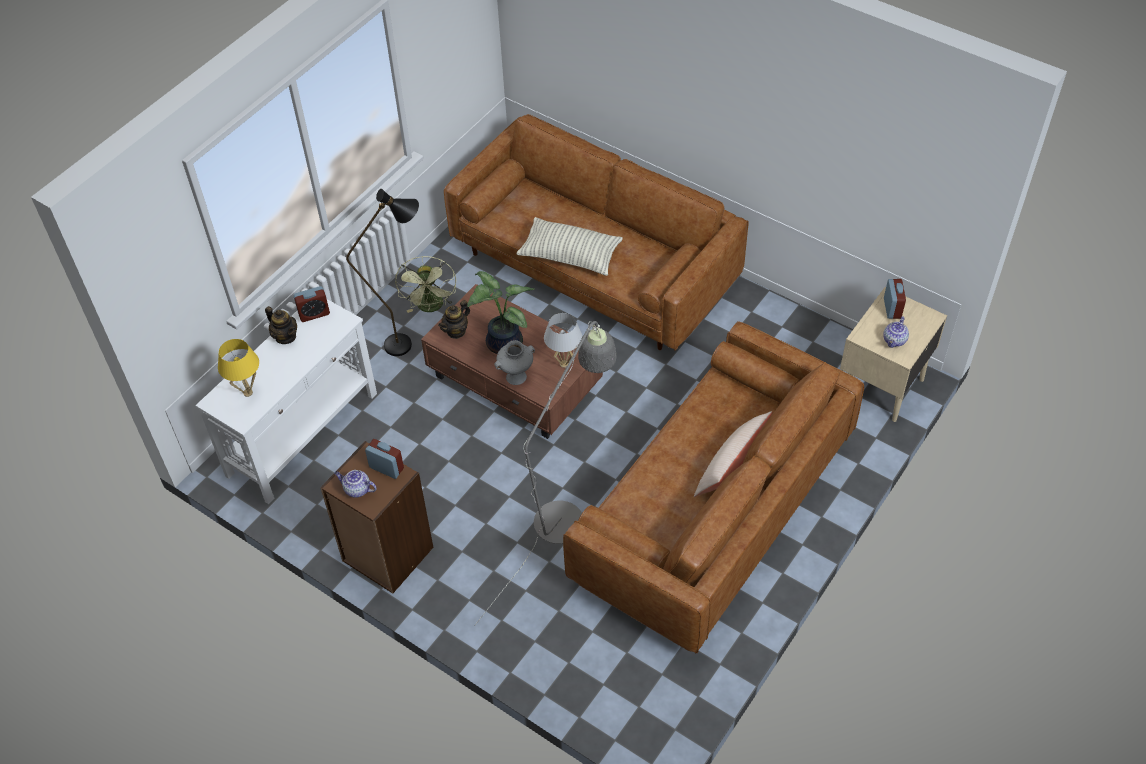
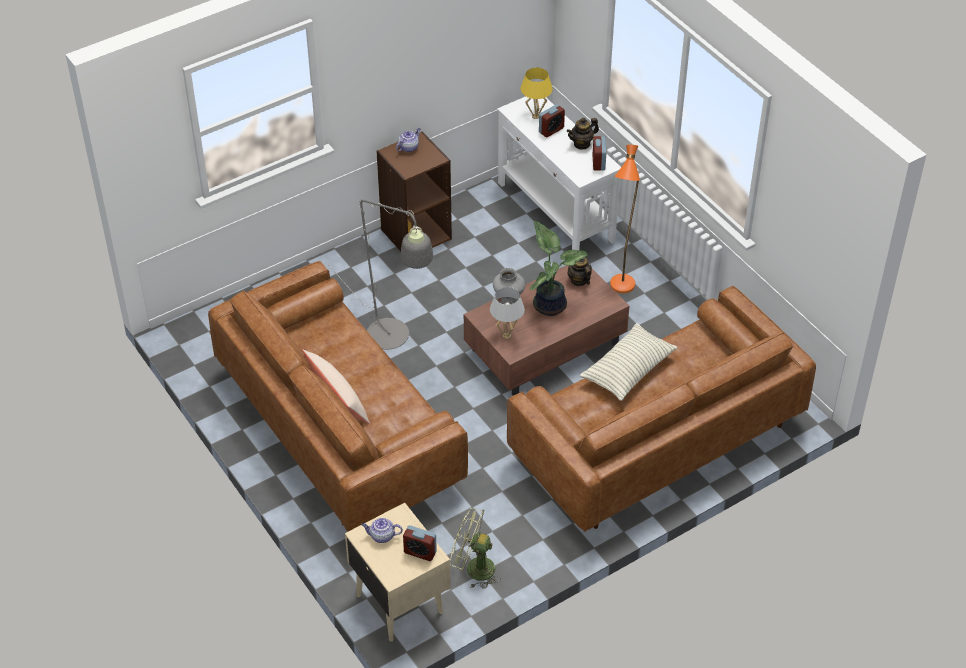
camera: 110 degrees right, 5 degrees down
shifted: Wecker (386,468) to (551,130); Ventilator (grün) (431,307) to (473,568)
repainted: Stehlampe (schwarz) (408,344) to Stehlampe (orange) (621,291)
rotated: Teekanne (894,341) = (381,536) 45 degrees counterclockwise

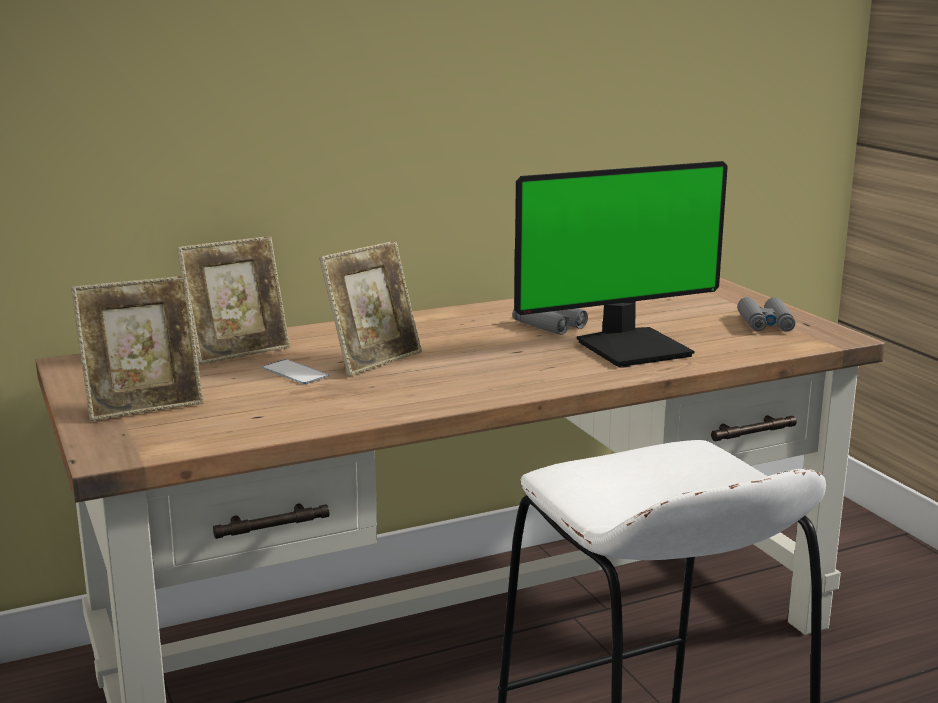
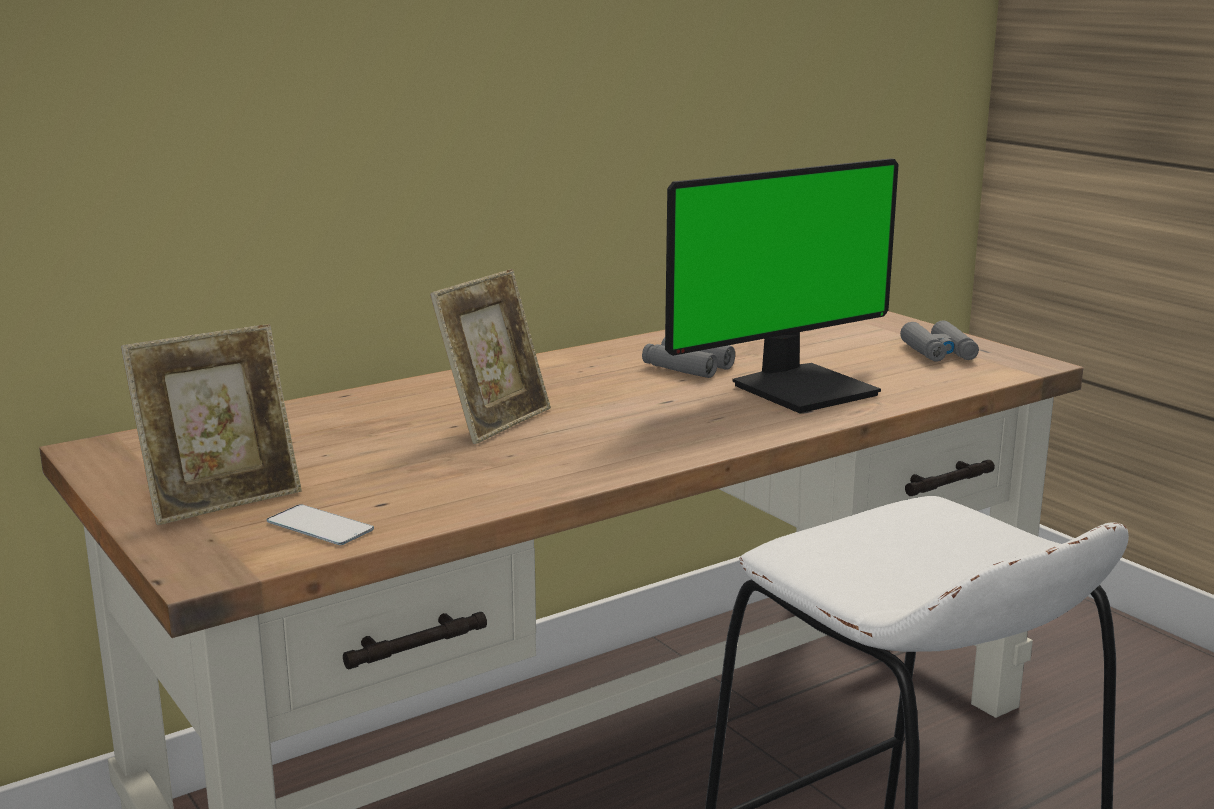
camera: 10 degrees left, 0 degrees up
gone: Bilderrahmen (238,351)
shifted: Handy (294,372) to (319,526)

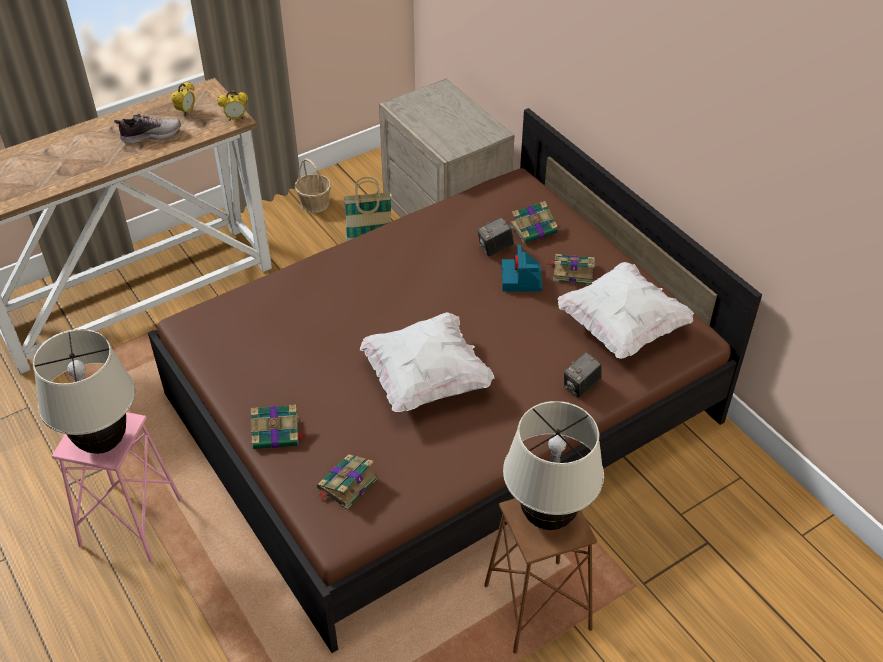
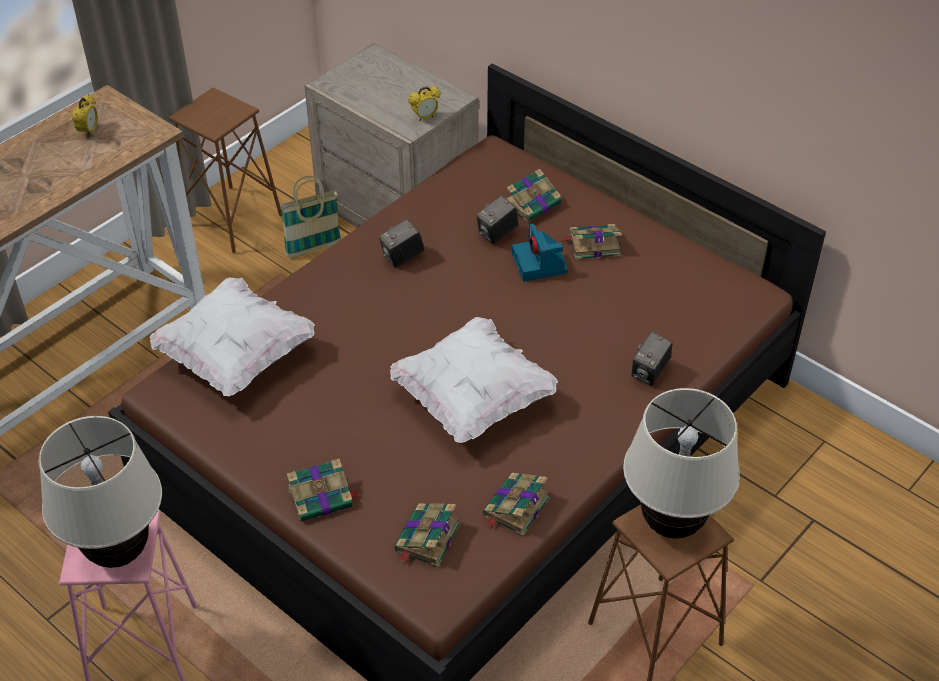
camera: 15 degrees left, 0 degrees up
gone: Schuh (150,135)
new: Kamera (402,257); Buch (515,508)
shifted: Wecker (235,118) to (425,117); Kissen (weiß) (621,327) to (236,356)
swapped: Korb (314,203) to Hocker (braun) (232,219)

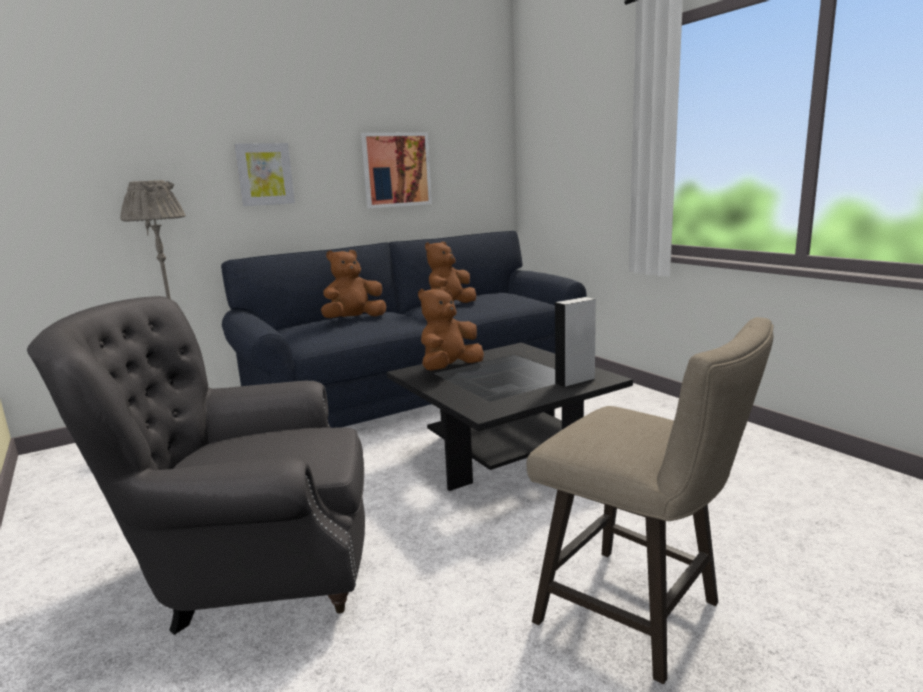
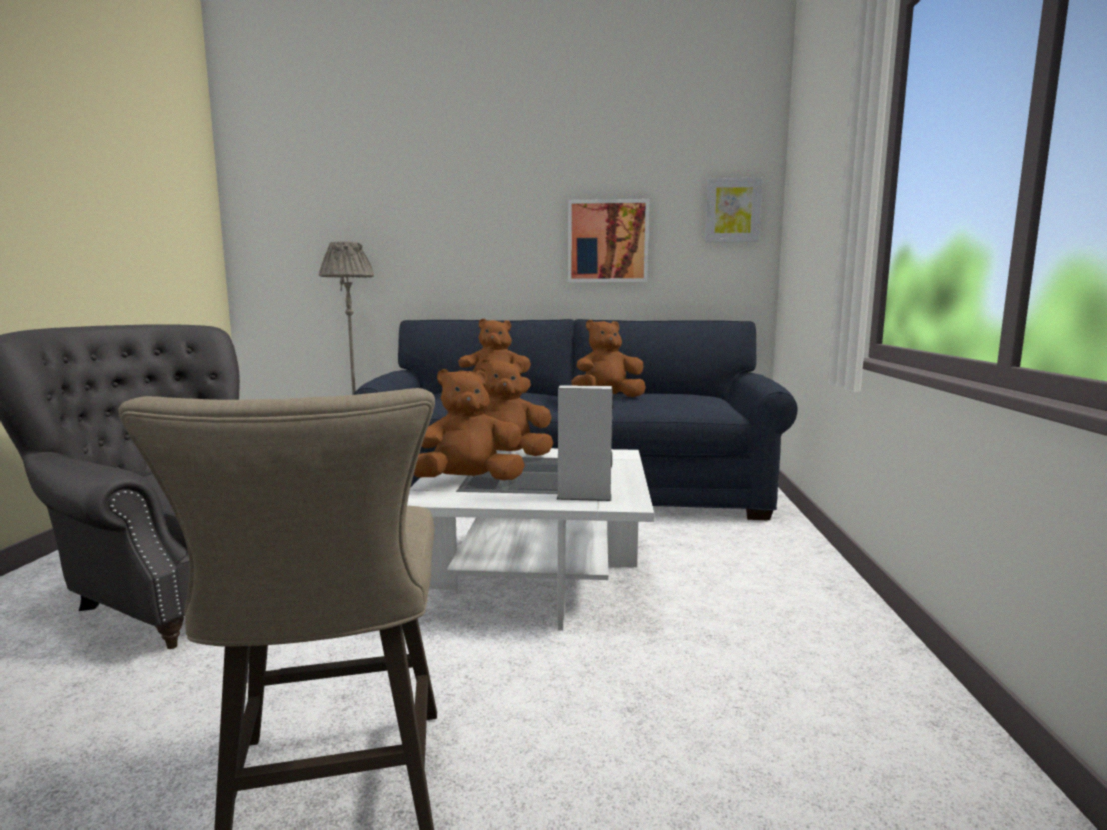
camera: 35 degrees right, 5 degrees down
new: Plüschtier (braun) (468,482)
shifted: Bild (264,174) to (732,210)
repainted: Couchtisch (schwarz) (506,455) to Couchtisch (weiß) (535,576)

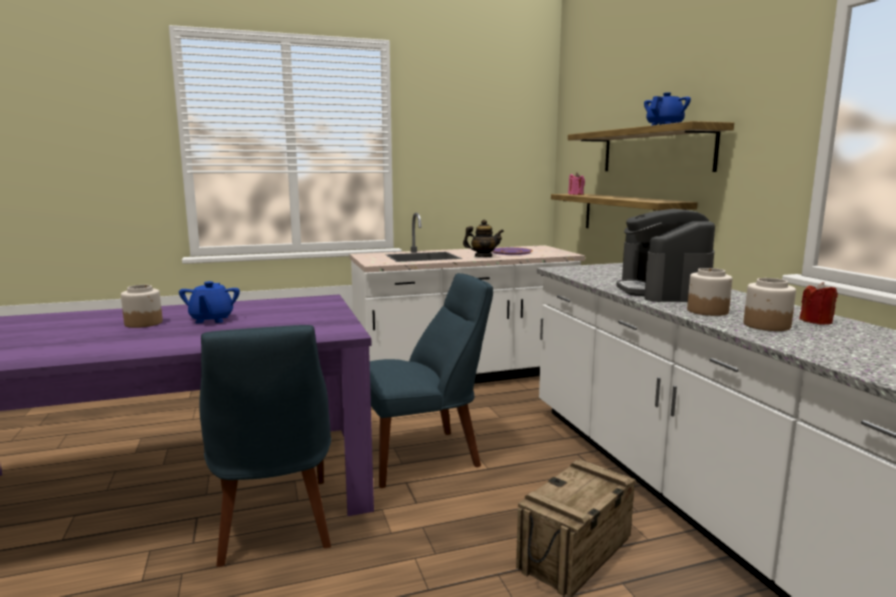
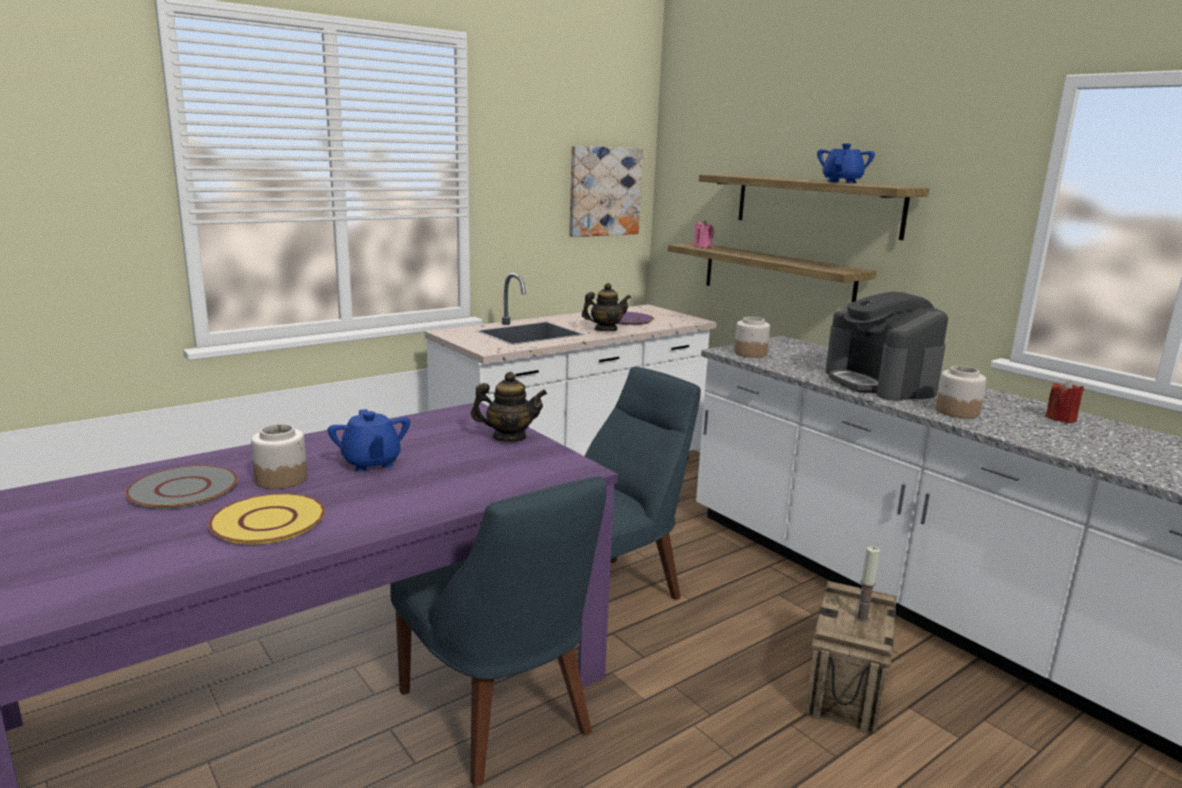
camera: 20 degrees left, 5 degrees up
new: Teller (grau) (182,489); Teller (gelb) (268,520); Teekanne (509,437); Bild (604,191); Kerze (862,618)
shifted: Vorratsglas (766,325) to (750,353)

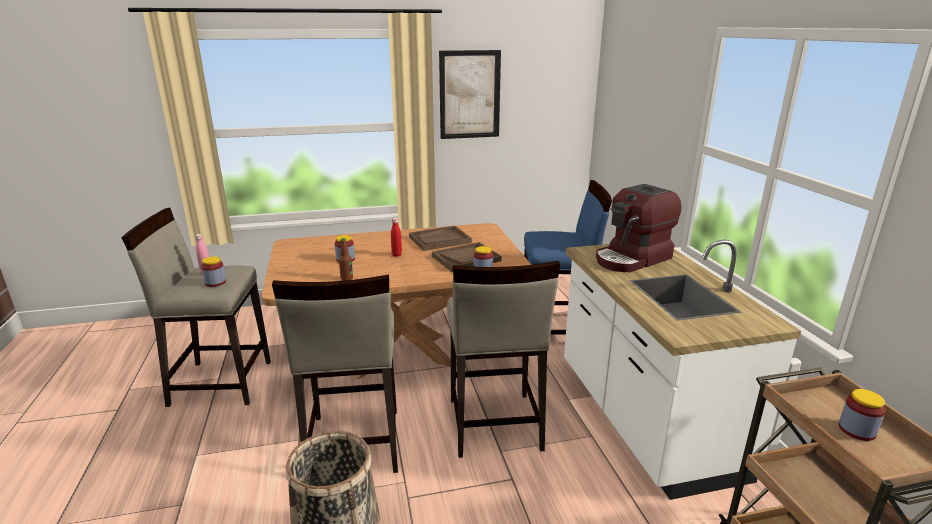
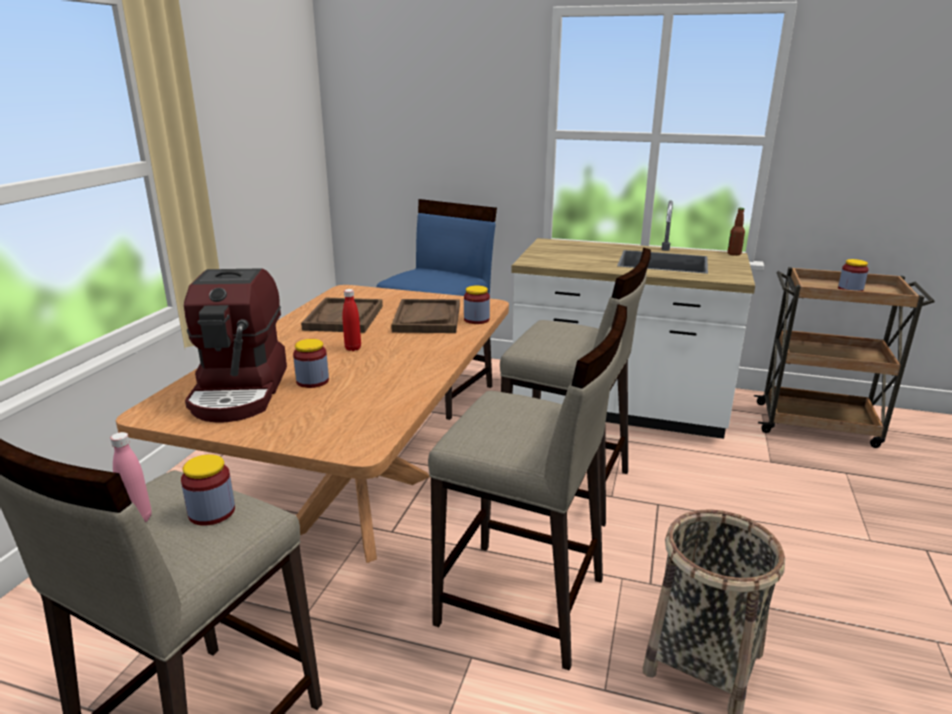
camera: 60 degrees left, 0 degrees up
gone: Bild (469,95)
shifted: Flasche (346,278) to (734,254); Kaffeemaschine (633,259) to (241,391)

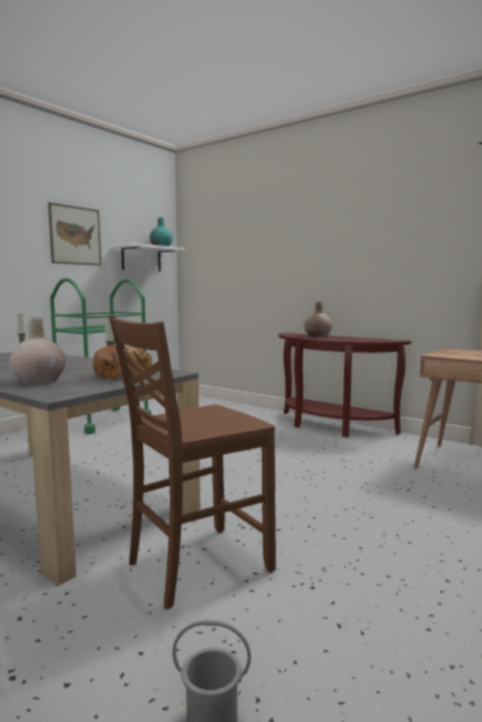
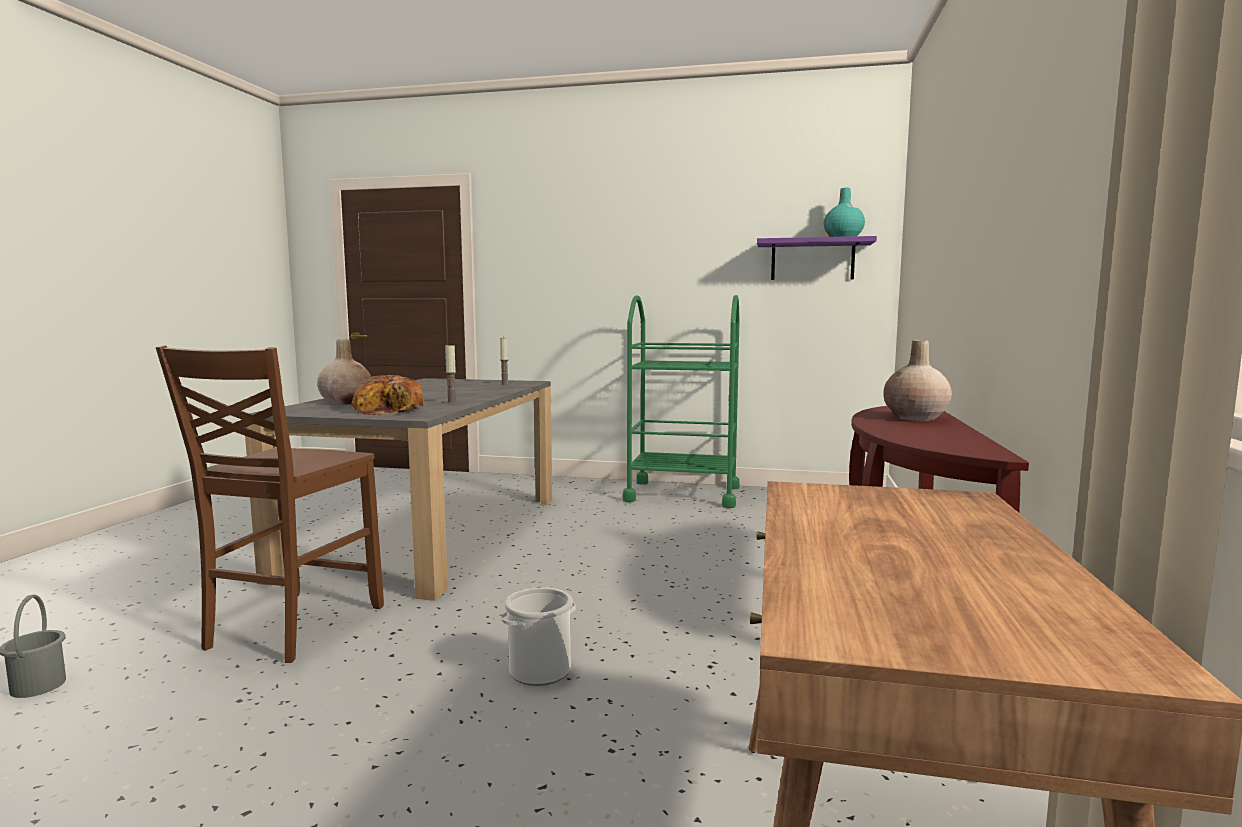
camera: 65 degrees right, 0 degrees up
gone: Bild (75,235)
new: Eimer (539,671)
repainted: Wandregal (weiß) (141,258) to Wandregal (lila) (812,260)
rotated: Stuhl (braun) (196,566) = (291,628) 105 degrees counterclockwise

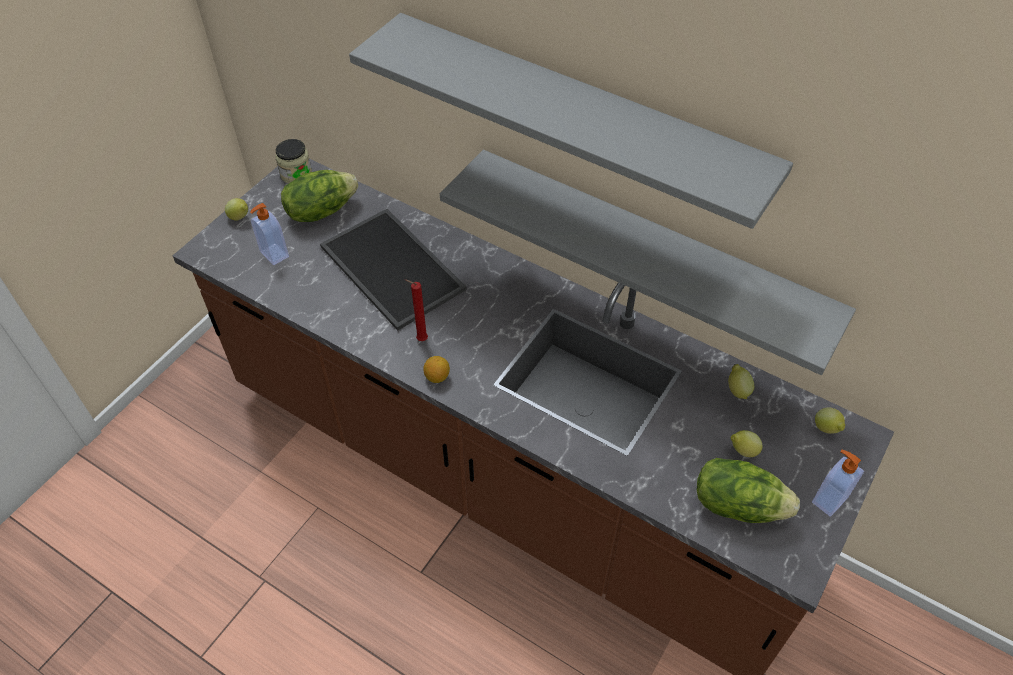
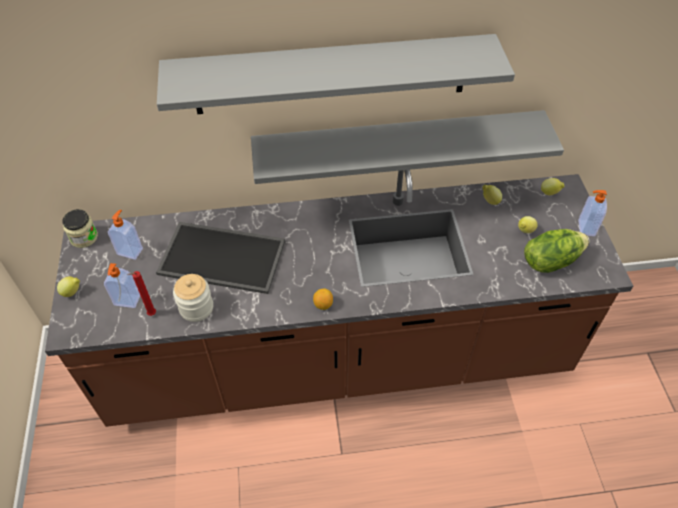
camera: 40 degrees left, 0 degrees up
new: Vorratsglas (196,308)
shifted: Kerze (rot) (420,339) to (150,314)
swapped: Salatkopf (321,210) to Seifenspender (130,251)

